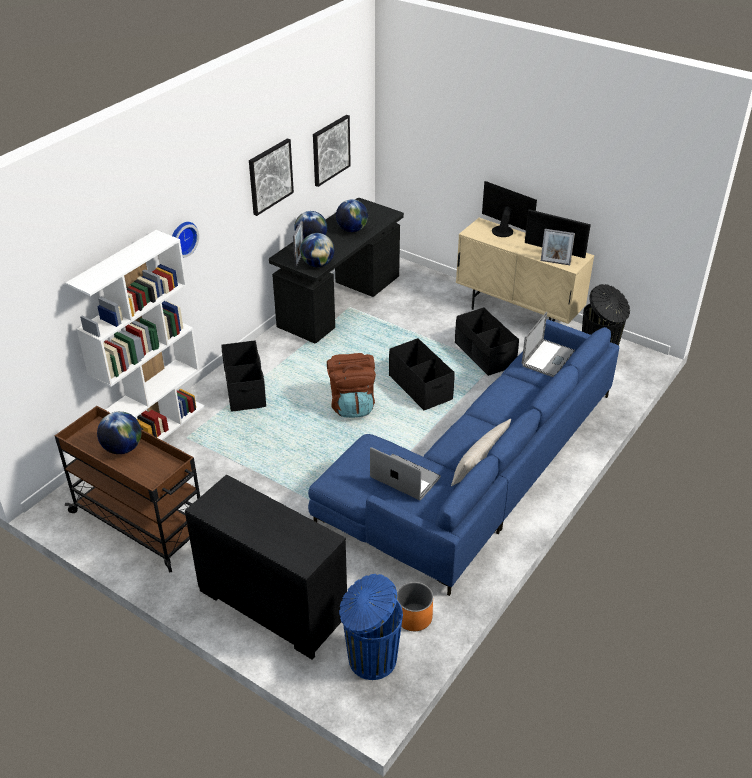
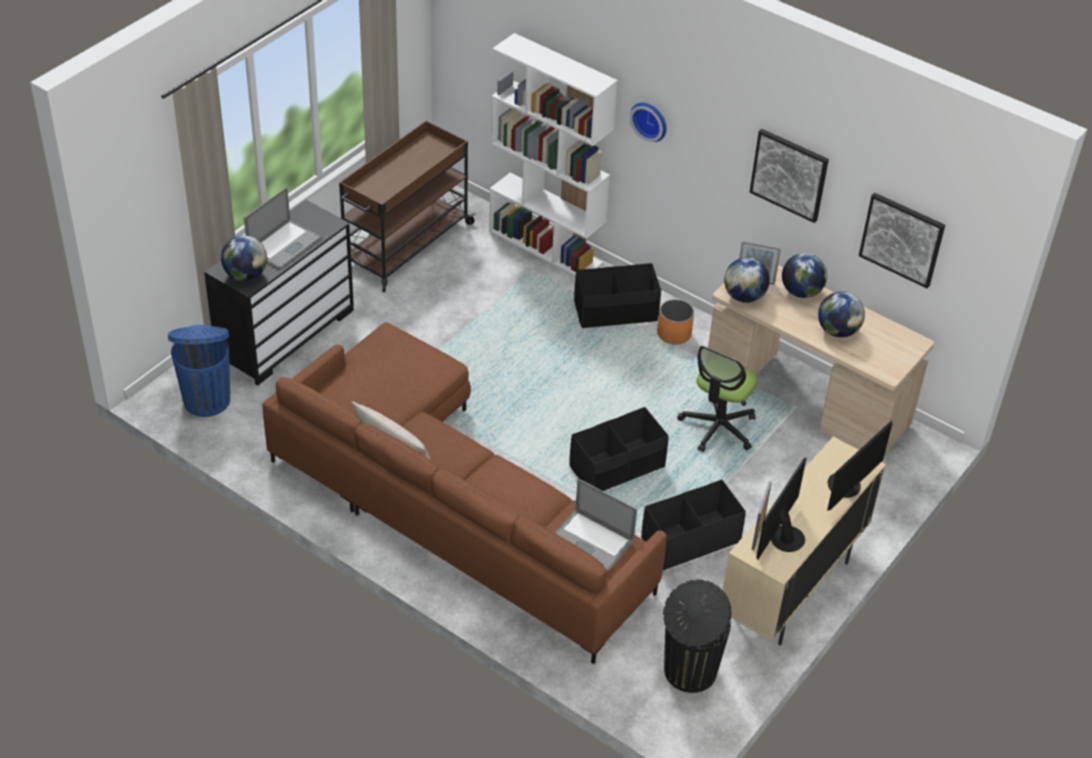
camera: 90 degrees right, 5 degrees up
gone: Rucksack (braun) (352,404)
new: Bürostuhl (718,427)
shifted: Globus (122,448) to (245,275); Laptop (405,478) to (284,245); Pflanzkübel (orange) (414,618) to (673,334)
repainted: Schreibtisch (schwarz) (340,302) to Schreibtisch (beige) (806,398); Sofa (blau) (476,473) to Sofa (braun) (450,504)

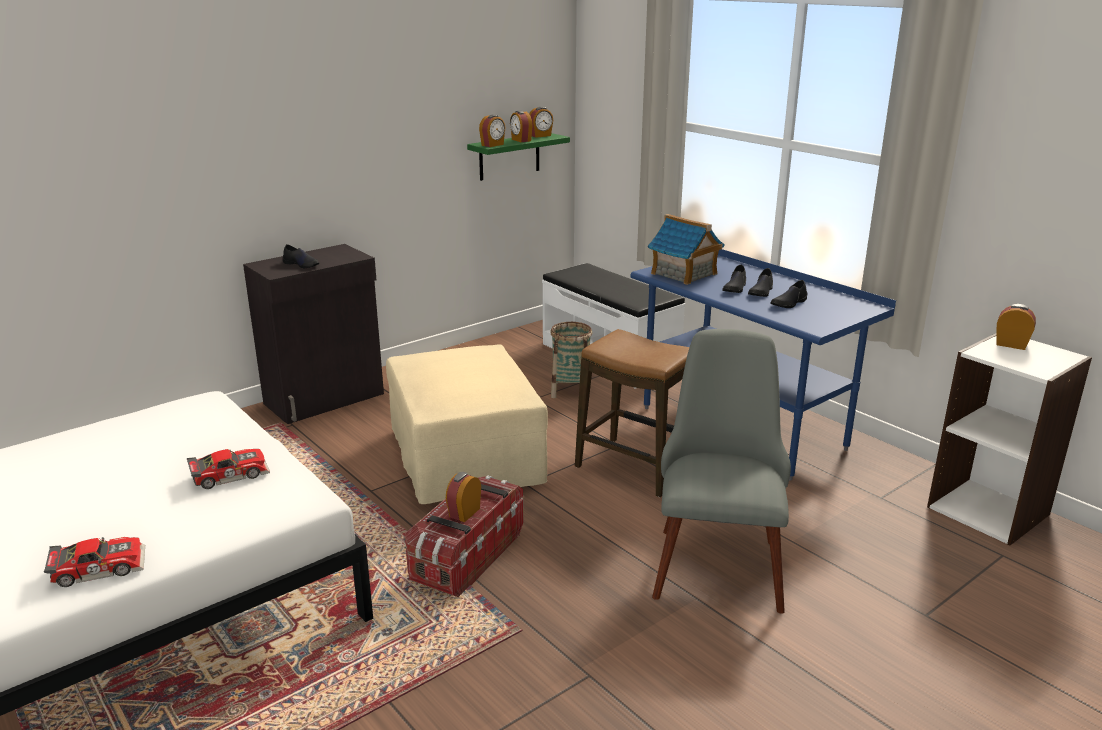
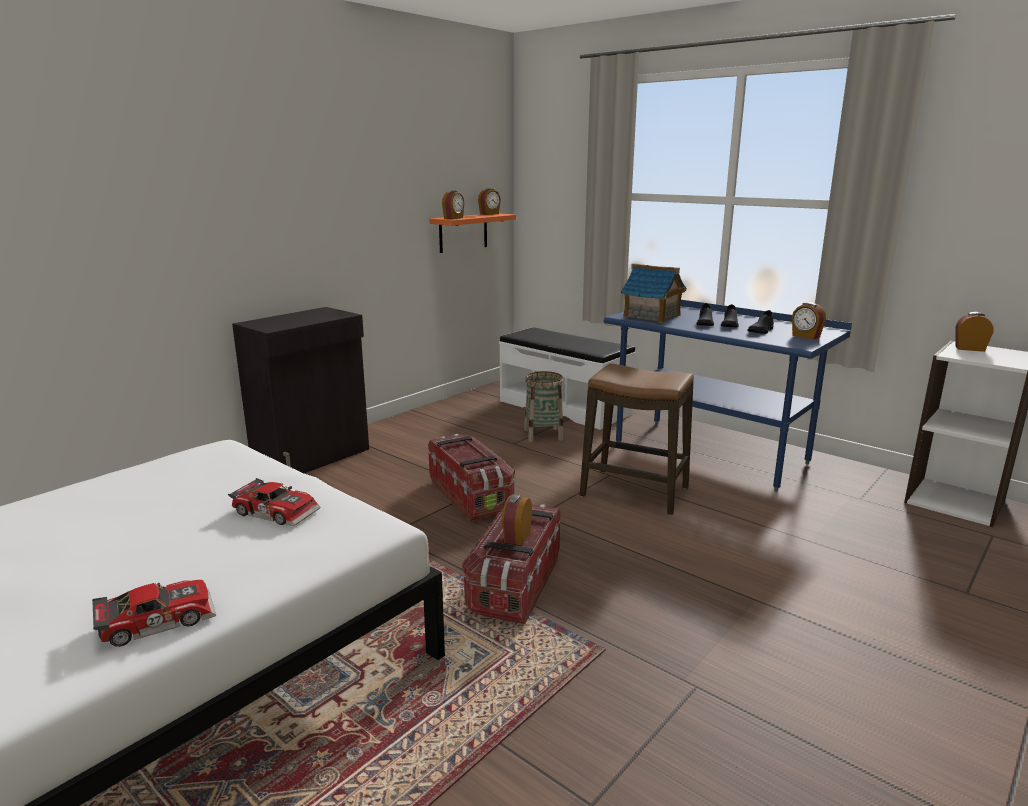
camera: 10 degrees left, 5 degrees down
gone: Schuh (schwarz) (302,264); Stuhl (grau) (717,556)
shifted: Wecker (521,140) to (805,336)
swapped: Polsterhocker (beige) (464,457) to Aufbewahrungsbox (470,496)
repainted: Wandregal (grün) (509,156) to Wandregal (orange) (463,232)
rotated: Spielzeugauto (229,474) = (277,511) 60 degrees clockwise

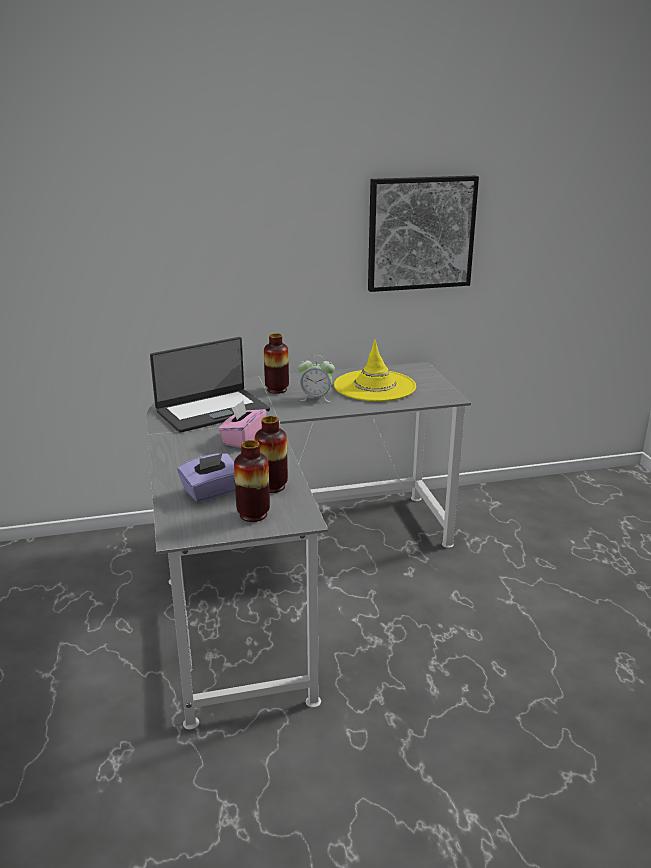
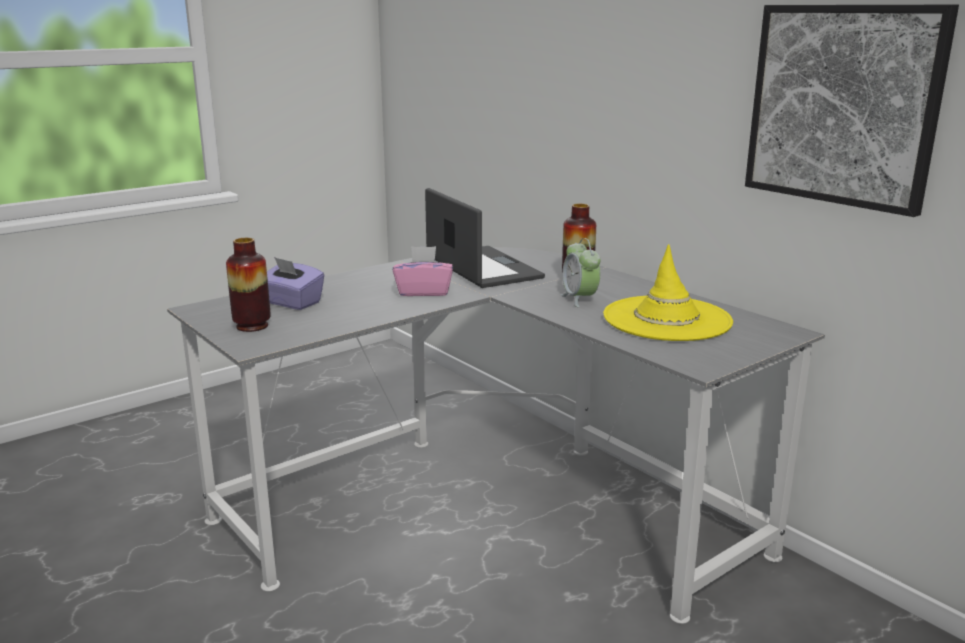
camera: 65 degrees right, 5 degrees down
gone: Vase (272,486)
rotated: Laptop (212,410) = (481,268) 150 degrees counterclockwise

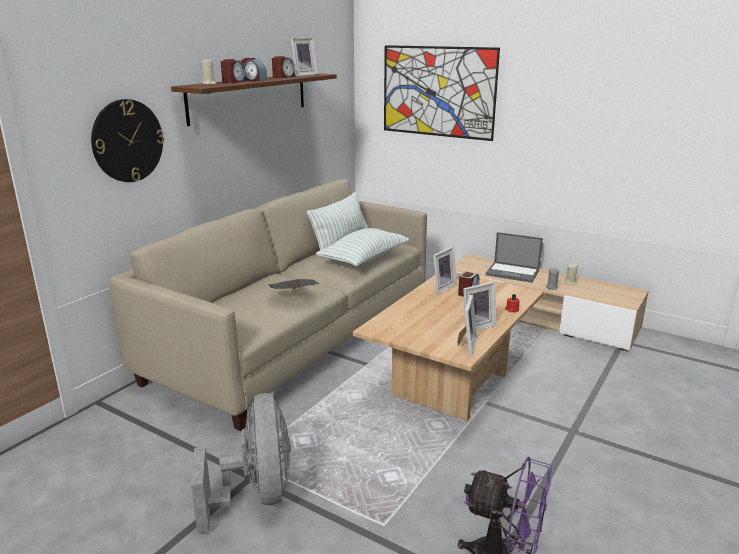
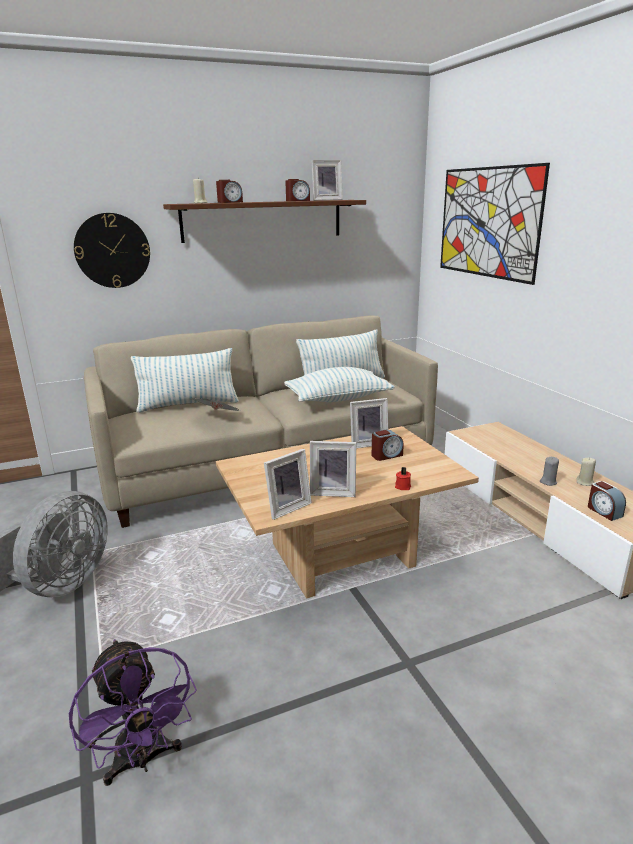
camera: 35 degrees right, 0 degrees up
gone: Laptop (513,272)
new: Kissen (188,405)
shifted: Wecker (254,80) to (604,511)

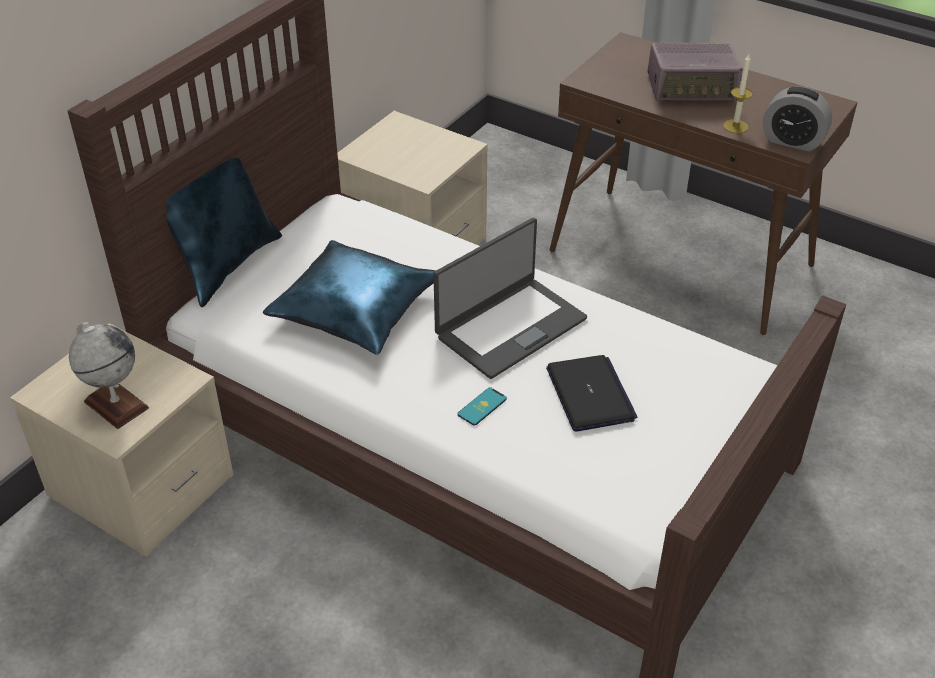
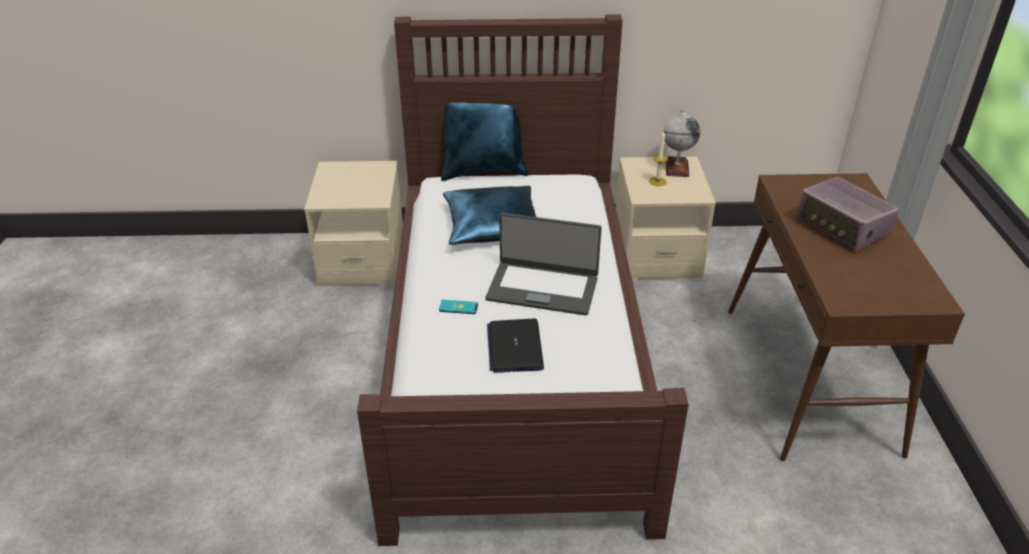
camera: 55 degrees right, 5 degrees down
gone: Wecker (792,141)
shifted: Globus (116,405) to (676,167); Kerze (735,126) to (657,181)
rotated: Laptop (590,395) = (515,347) 135 degrees clockwise

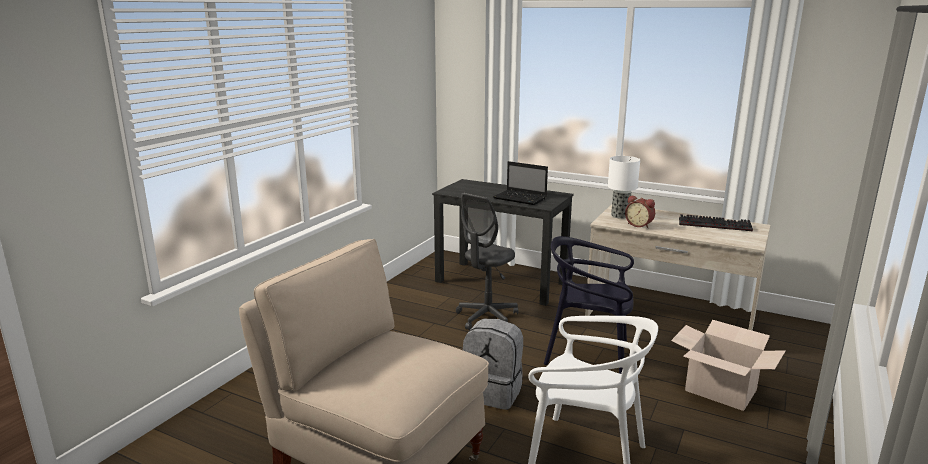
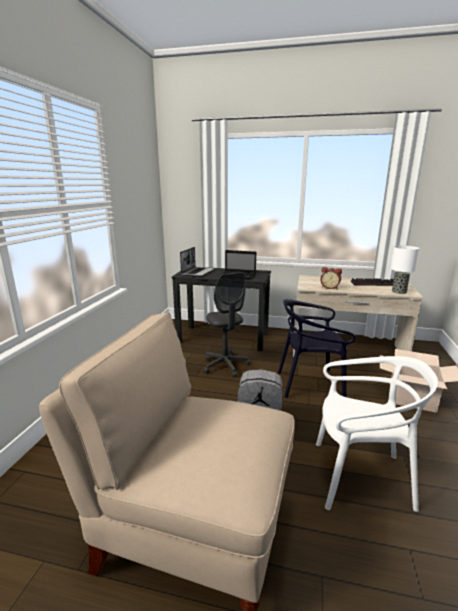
camera: 15 degrees left, 0 degrees up
new: Laptop (197,272)
shifted: Tischlampe (619,216) to (398,292)
rotated: Bürostuhl (grau) (487,318) = (225,365) 45 degrees counterclockwise

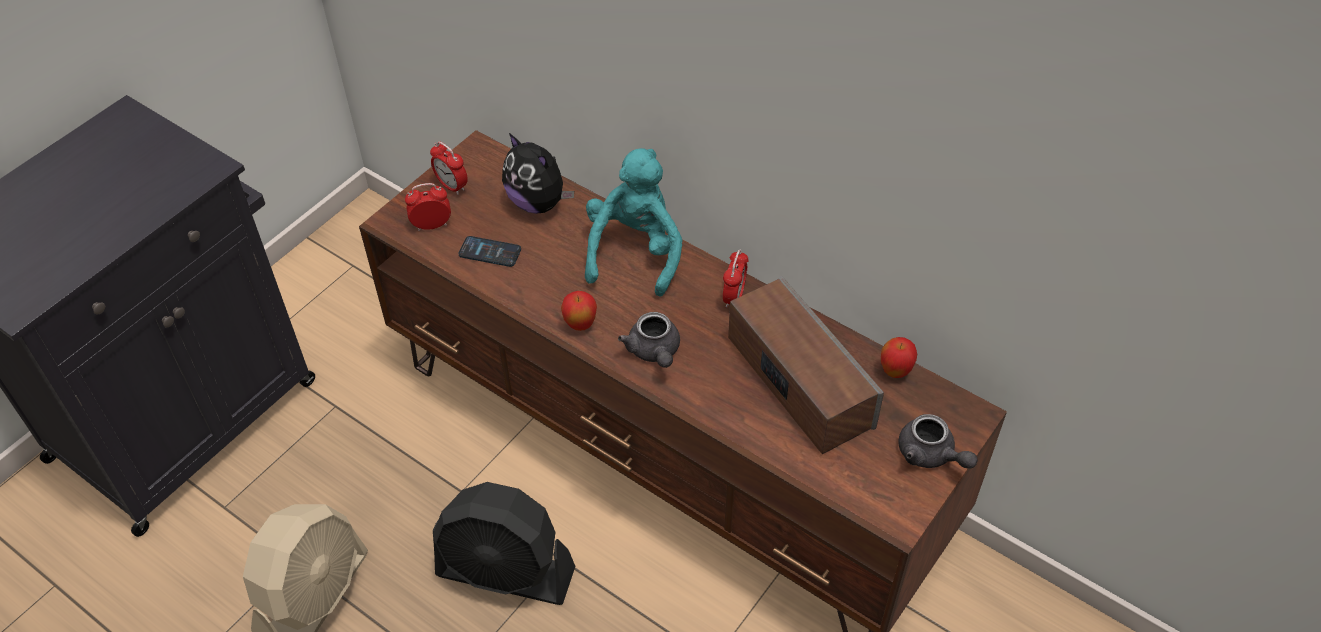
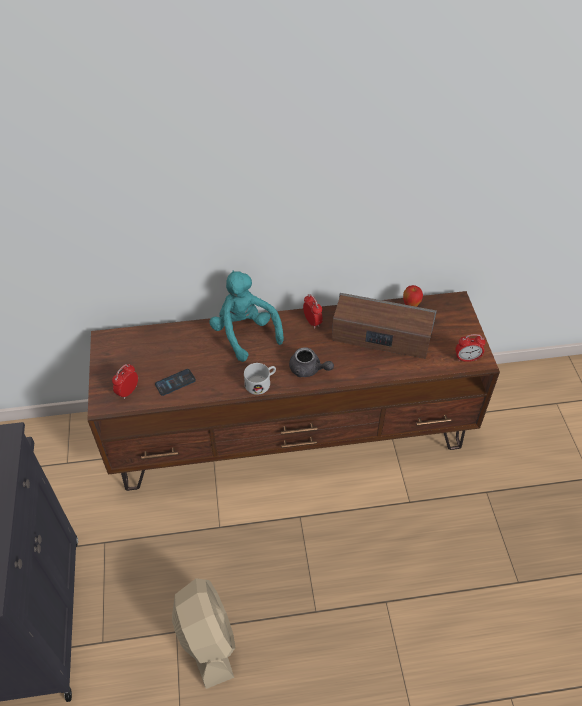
camera: 45 degrees left, 0 degrees up
gone: Ventilator (schwarz) (506,572); Plüschtier (538,202); Teekanne (grau) (931,455)
shifted: Wecker (452,186) to (467,359)
swapped: Apfel (580,325) to Henkelbecher (weiß) (261,383)

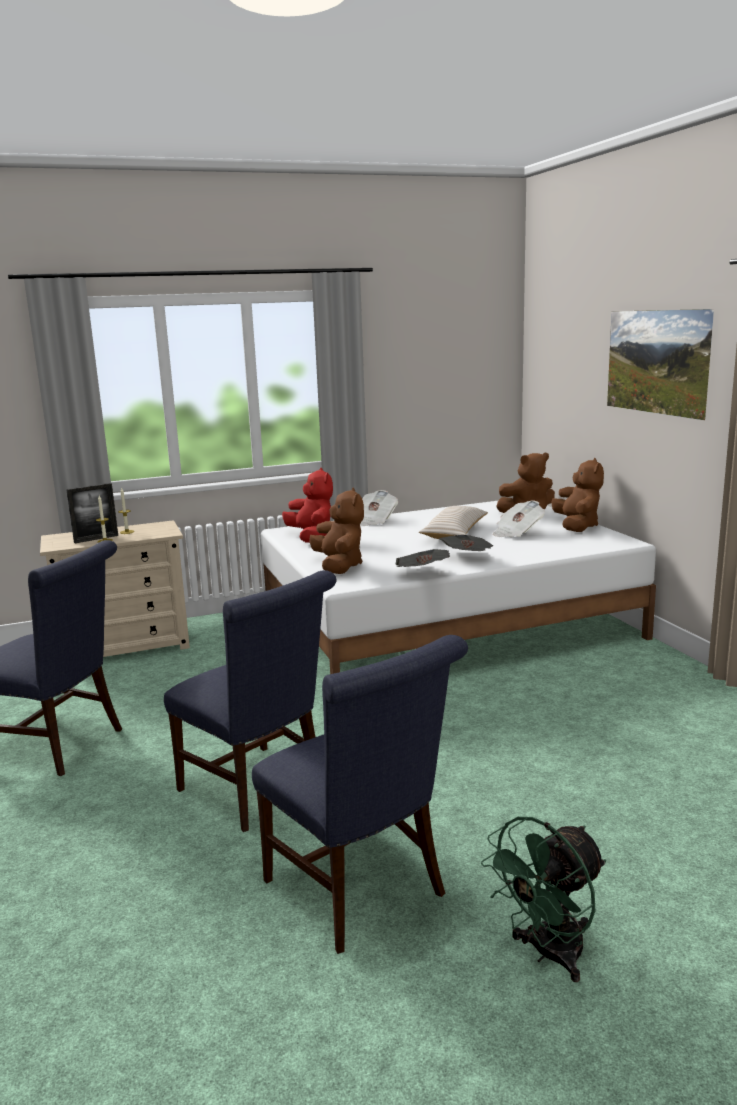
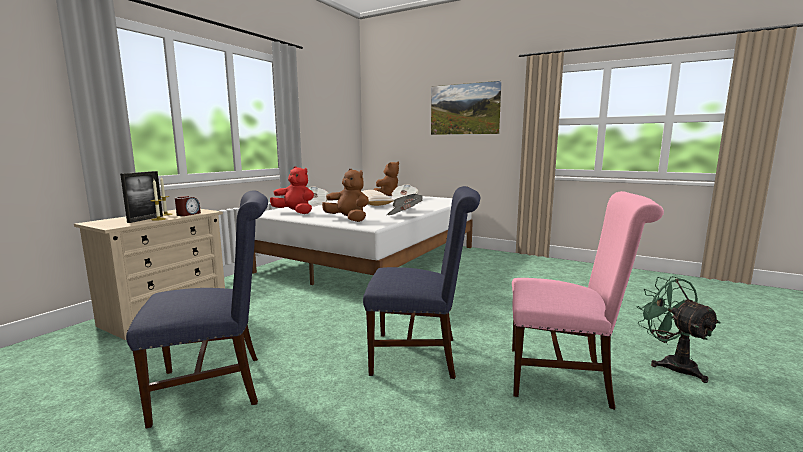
camera: 40 degrees left, 5 degrees down
gone: Plüschtier (braun) (577,526)
new: Wecker (188,214)
repainted: Stuhl (blau) (361,892) to Stuhl (rosa) (565,377)
rotated: Ventilator (grün) (548,954) = (671,364) 150 degrees clockwise

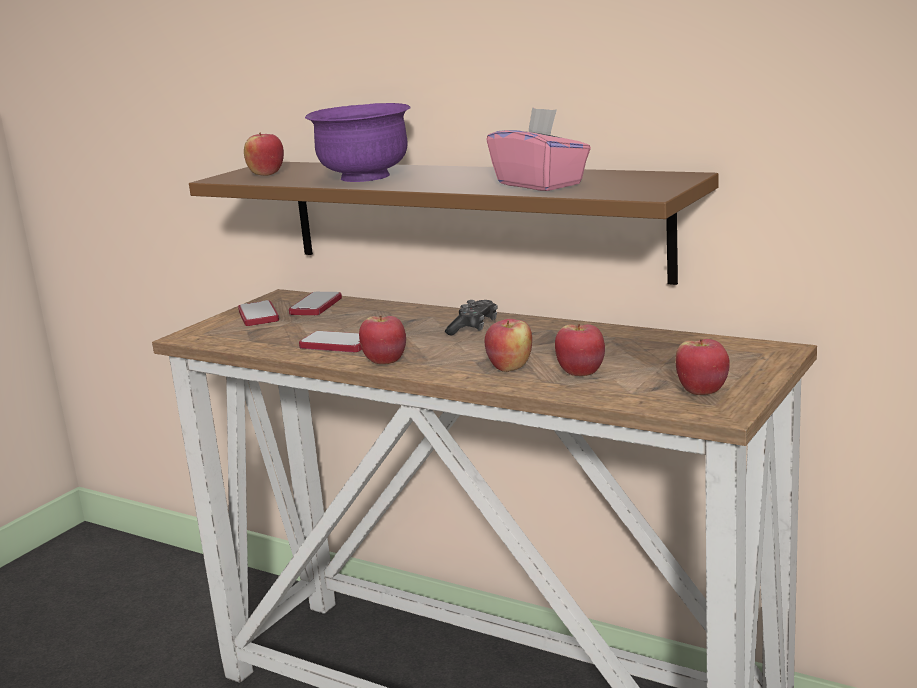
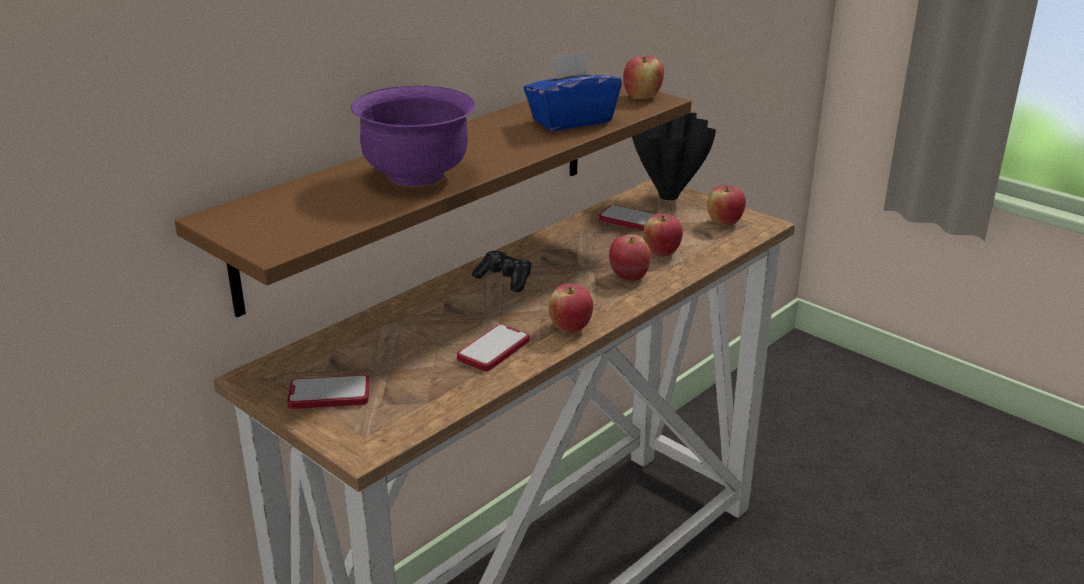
camera: 80 degrees left, 10 degrees up
new: Vase (schwarz) (667,197)
shifted: Apfel (266,174) to (642,97); Handy (316,306) to (630,220)
repainted: Taschentuchbox (rosa) (540,184) to Taschentuchbox (blau) (571,121)

